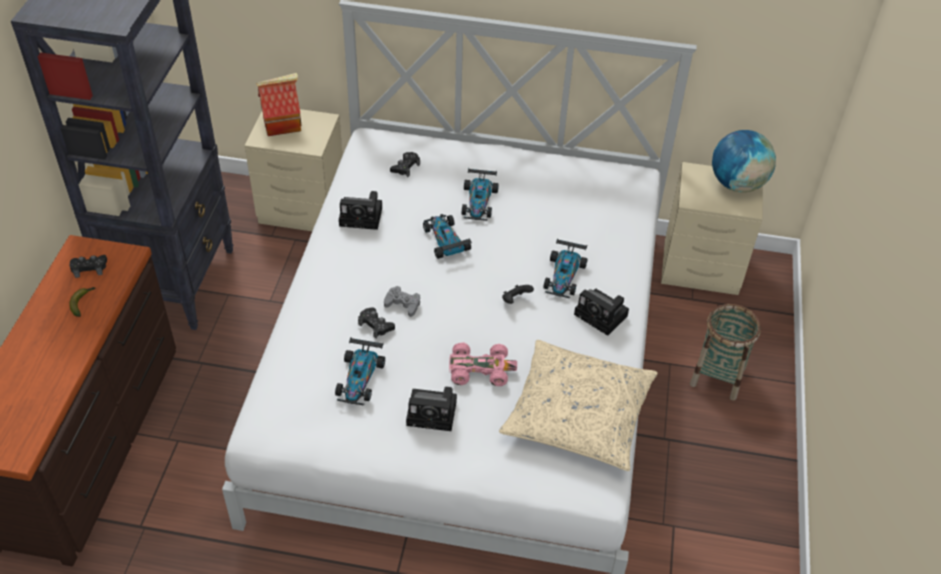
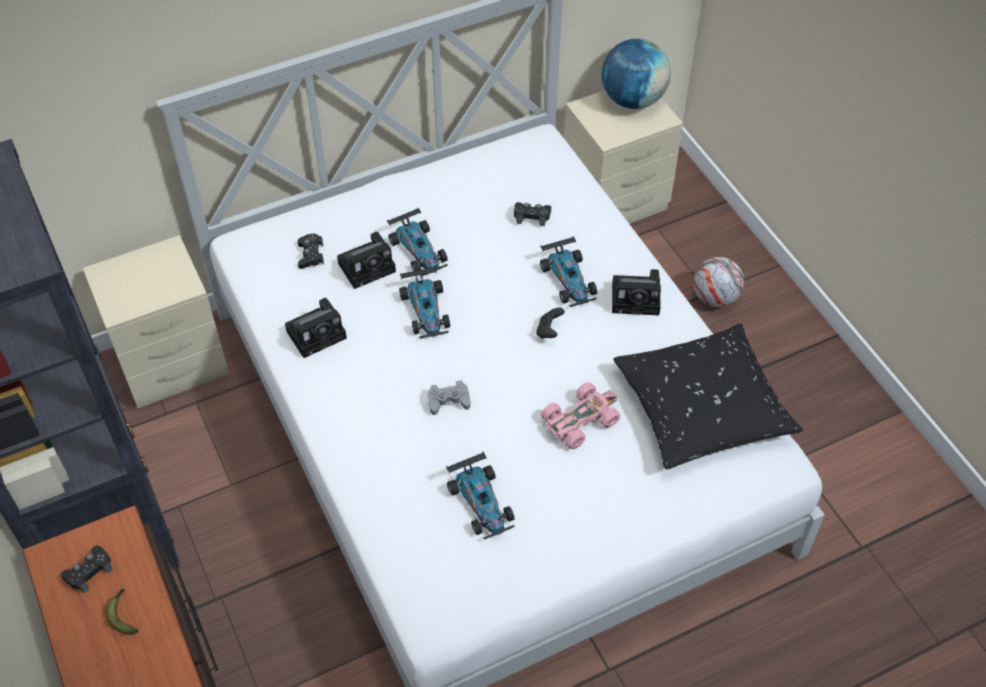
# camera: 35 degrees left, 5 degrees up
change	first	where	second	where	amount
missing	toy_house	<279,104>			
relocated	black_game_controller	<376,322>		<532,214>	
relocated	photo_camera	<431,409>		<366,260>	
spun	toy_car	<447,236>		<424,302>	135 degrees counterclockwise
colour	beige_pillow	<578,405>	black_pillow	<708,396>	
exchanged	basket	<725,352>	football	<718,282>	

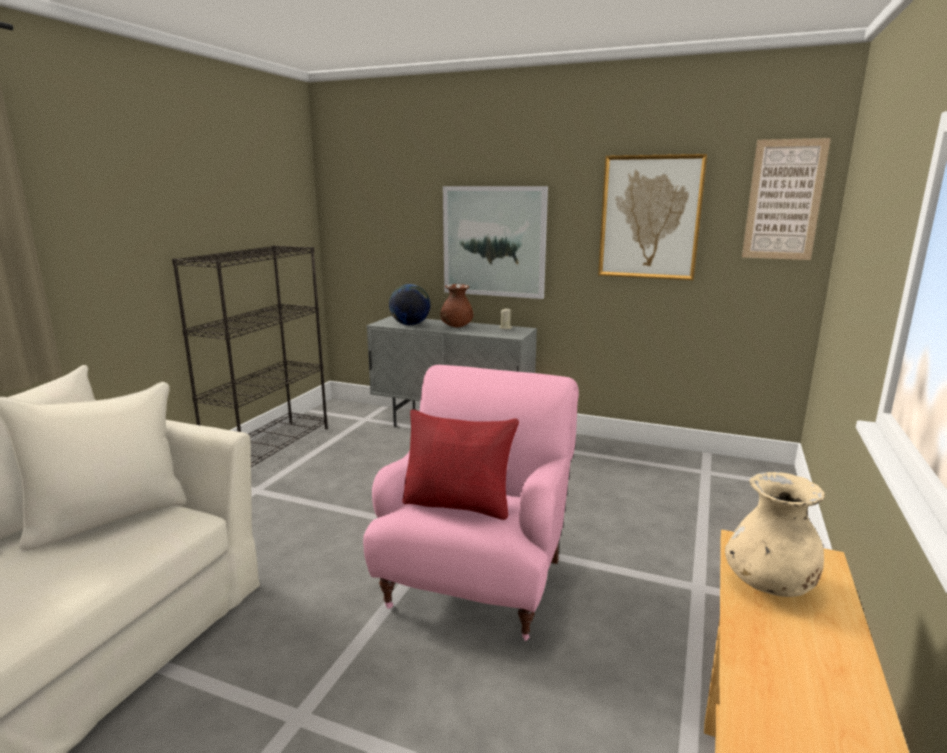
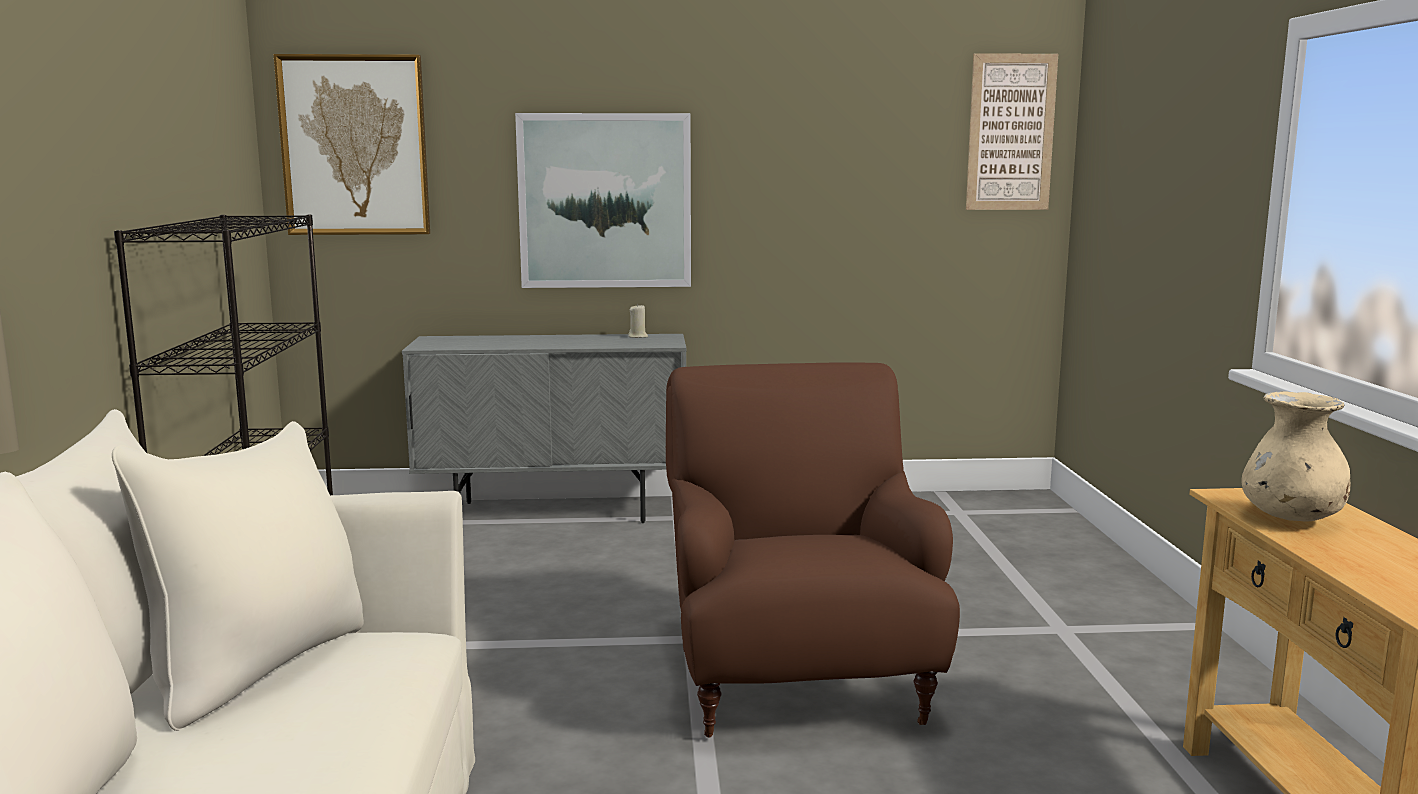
# camera: 25 degrees left, 5 degrees down
change	first	where	second	where	amount
colour	pink_armchair	<471,503>	brown_armchair	<813,550>	
missing	globe	<409,304>			
missing	red_pillow	<460,464>			
missing	brown_vase	<457,305>			
relocated	picture	<652,217>		<352,144>	

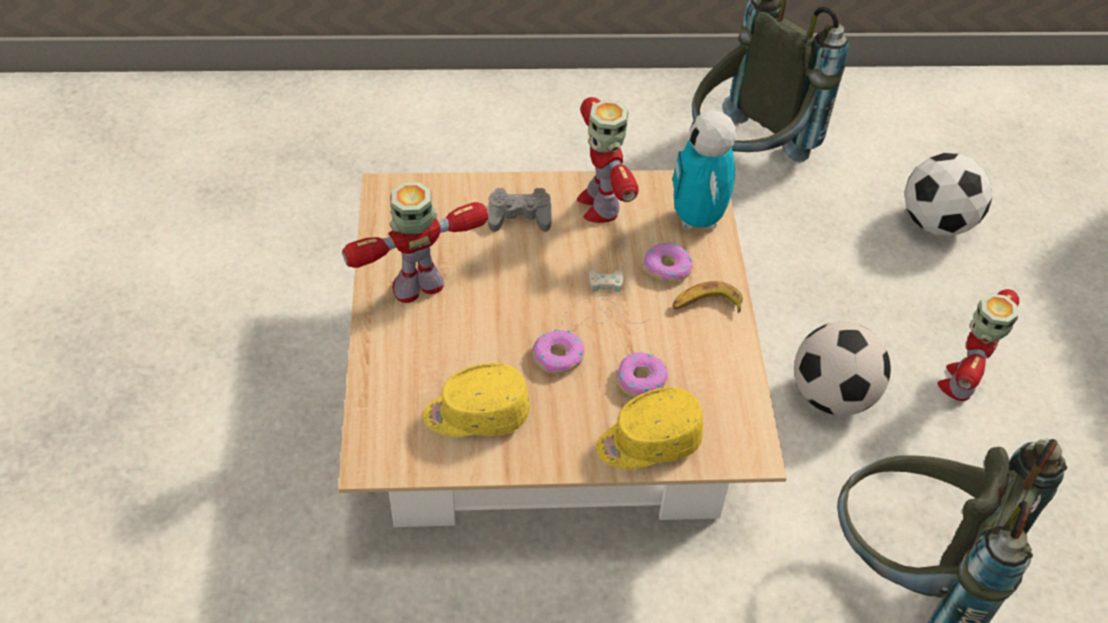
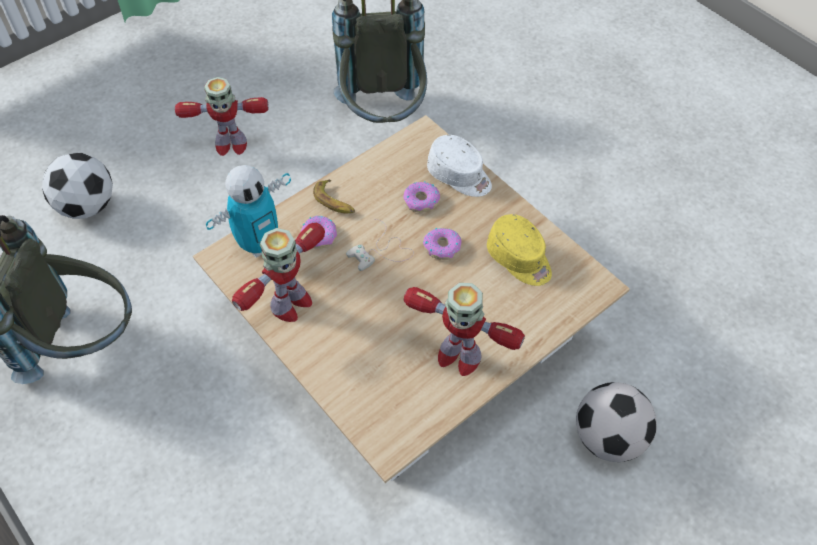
# camera: 125 degrees left, 5 degrees up
change	first	where	second	where	amount
missing	grey_game_controller	<520,210>			
colour	yellow_cap	<649,428>	white_cap	<459,166>	
relocated	football	<842,369>		<616,422>	

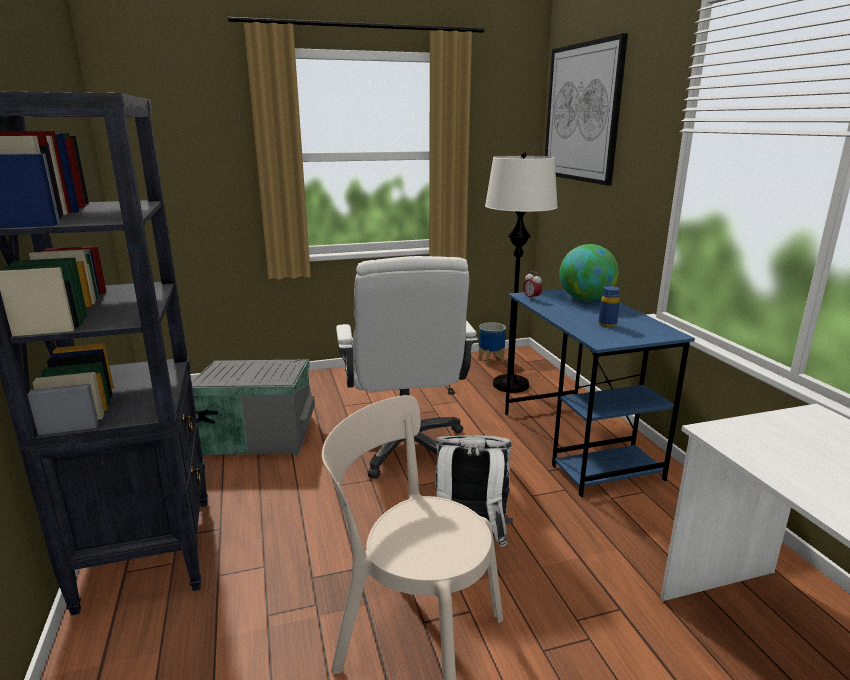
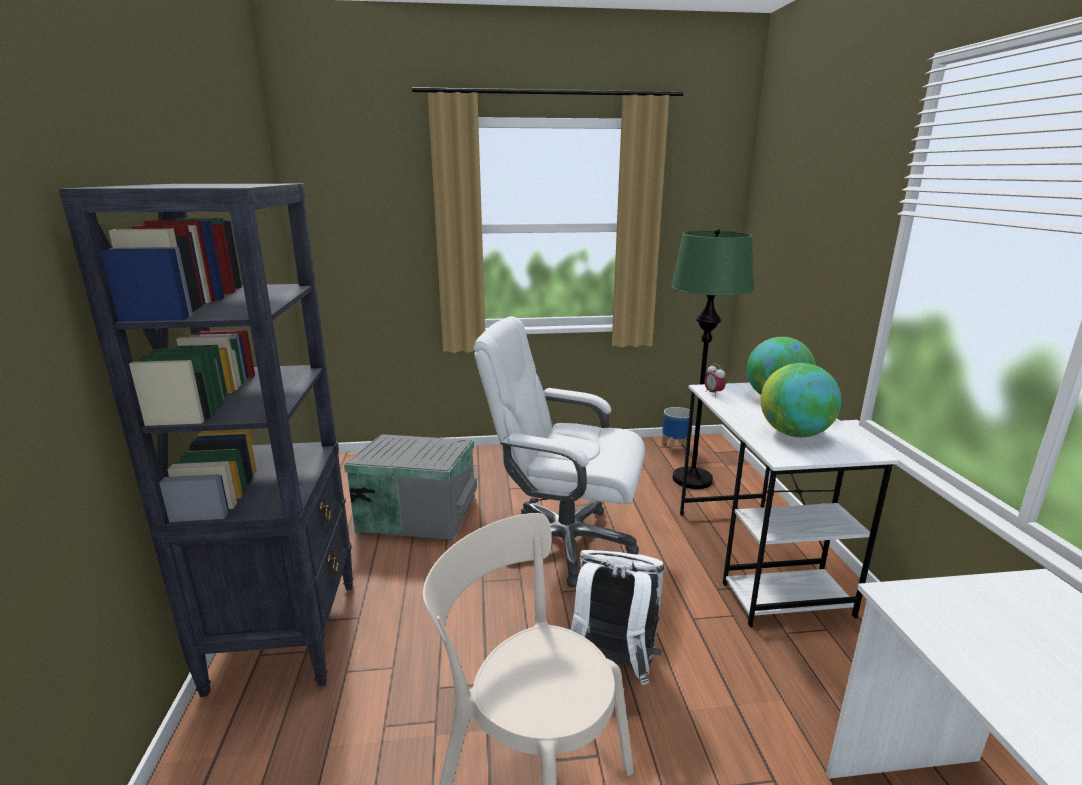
# camera: 10 degrees right, 0 degrees up
change	first	where	second	where	amount
spun	white_office_chair	<407,367>		<559,451>	105 degrees clockwise
colour	white_floor_lamp	<521,272>	green_floor_lamp	<712,359>	
colour	blue_desk	<600,393>	white_desk	<789,505>	
missing	picture	<586,109>			
exchanged	blue_bottle	<609,306>	globe	<801,400>	

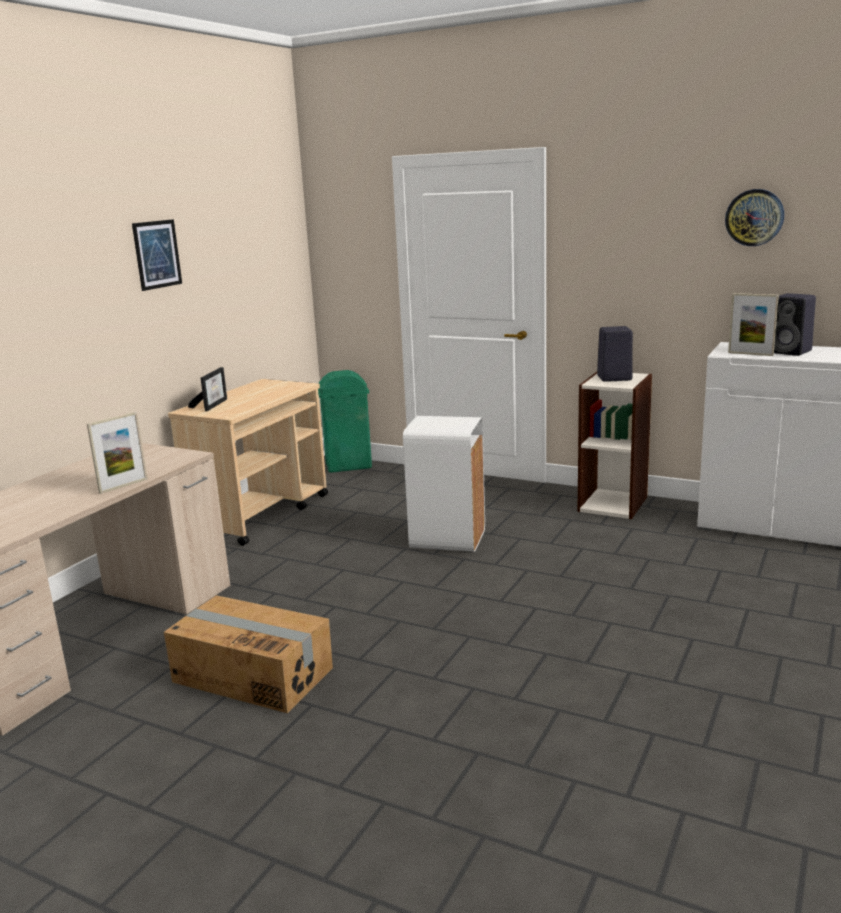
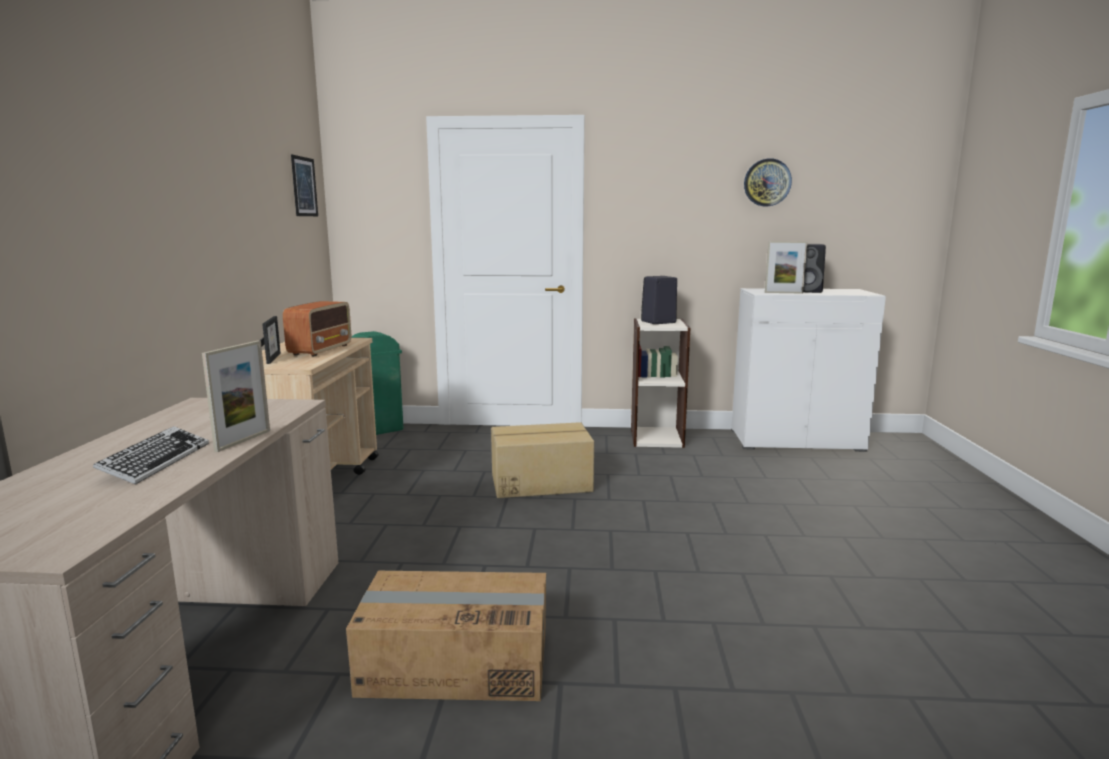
# camera: 25 degrees left, 5 degrees down
change	first	where	second	where	amount
relocated	picture	<157,255>		<304,185>	
exchanged	white_trash_can	<444,484>	cardboard_box	<542,460>	
appeared			keyboard	<151,455>	
appeared			radio	<317,329>	

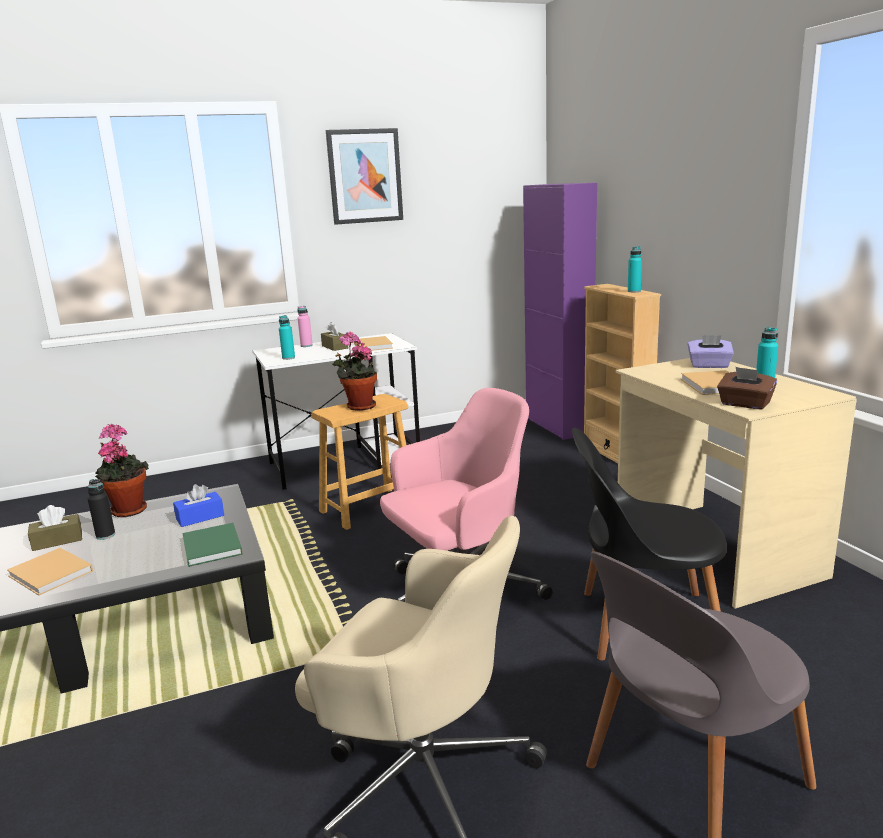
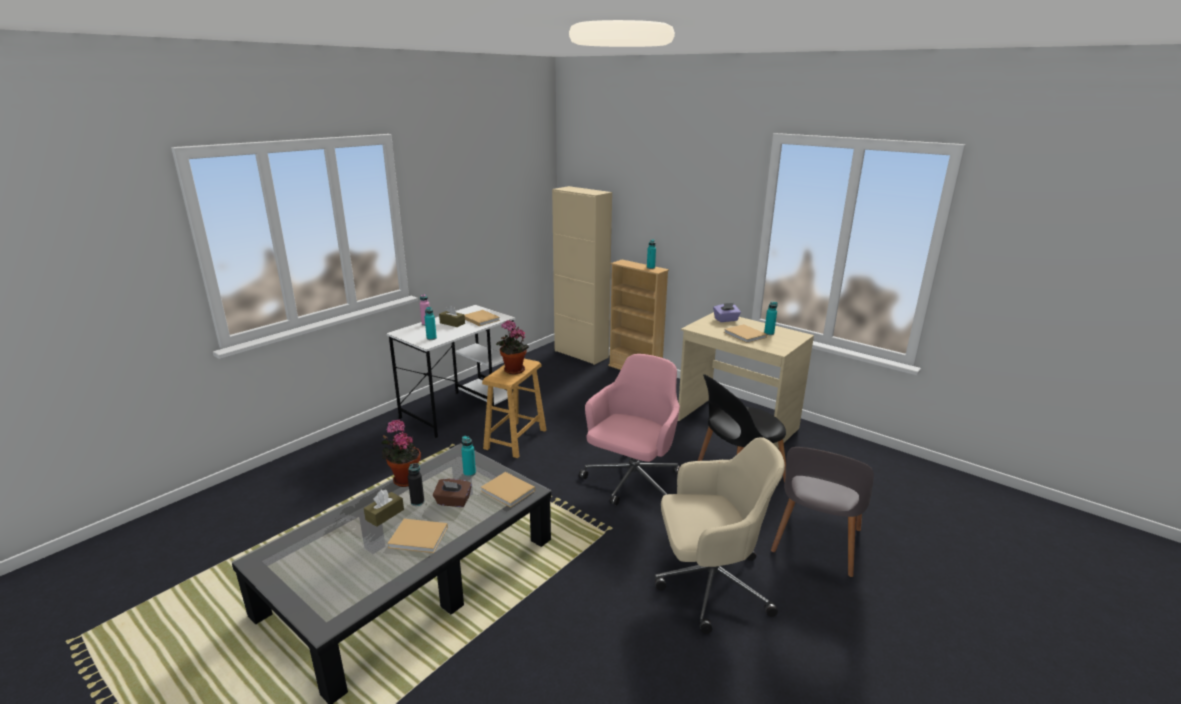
# camera: 30 degrees left, 5 degrees up
change	first	where	second	where	amount
exchanged	blue_tissue_box	<198,505>	turquoise_bottle	<468,456>	
colour	green_book	<212,545>	beige_book	<508,490>	
missing	picture	<364,176>			
colour	purple_cabinet	<560,311>	beige_cabinet	<582,275>	
relocated	brown_tissue_box	<747,388>		<452,493>	

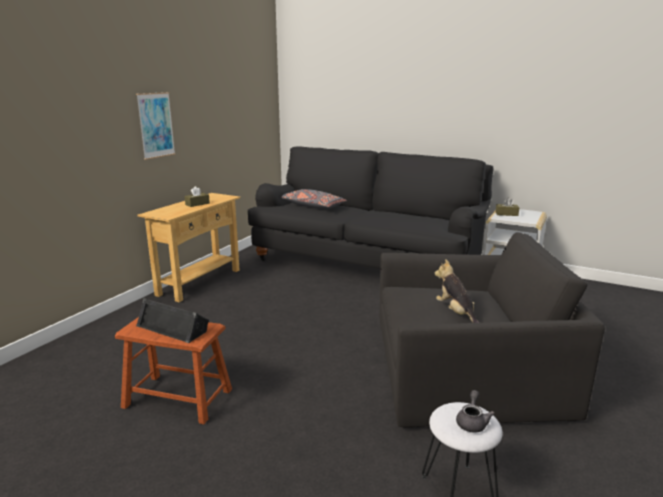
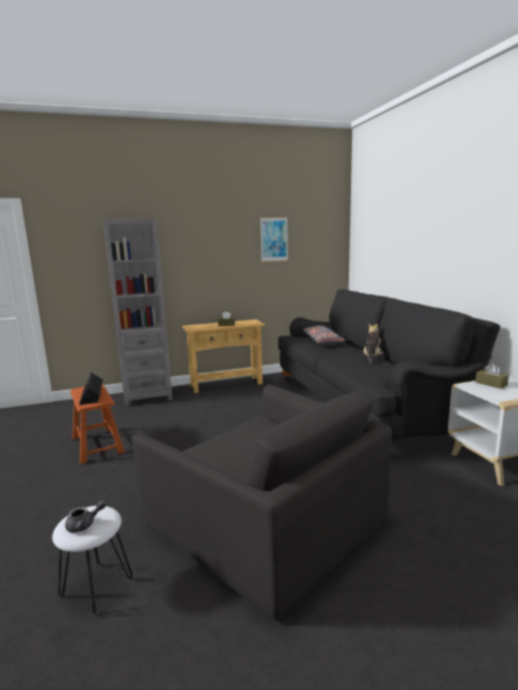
# camera: 45 degrees right, 5 degrees down
change	first	where	second	where	amount
relocated	picture	<155,126>		<274,239>	
relocated	plush_toy	<457,291>		<373,343>	
appeared			grey_bookcase	<138,312>	

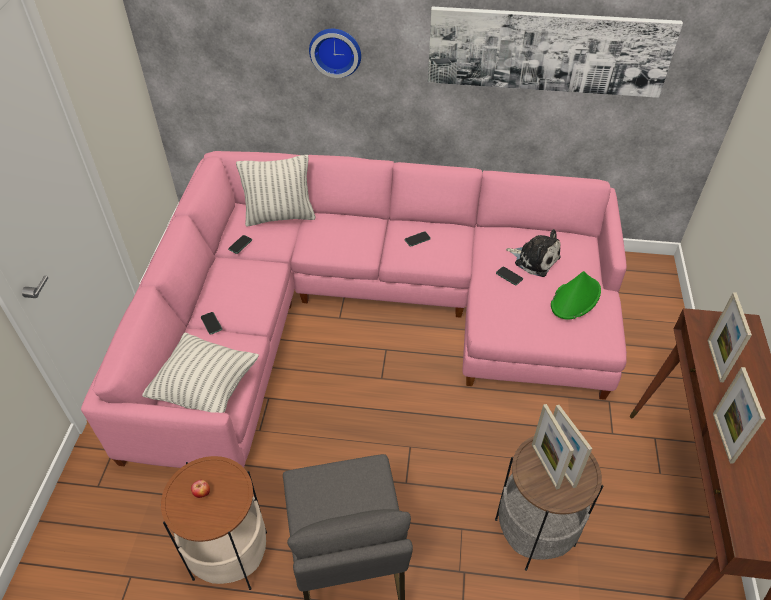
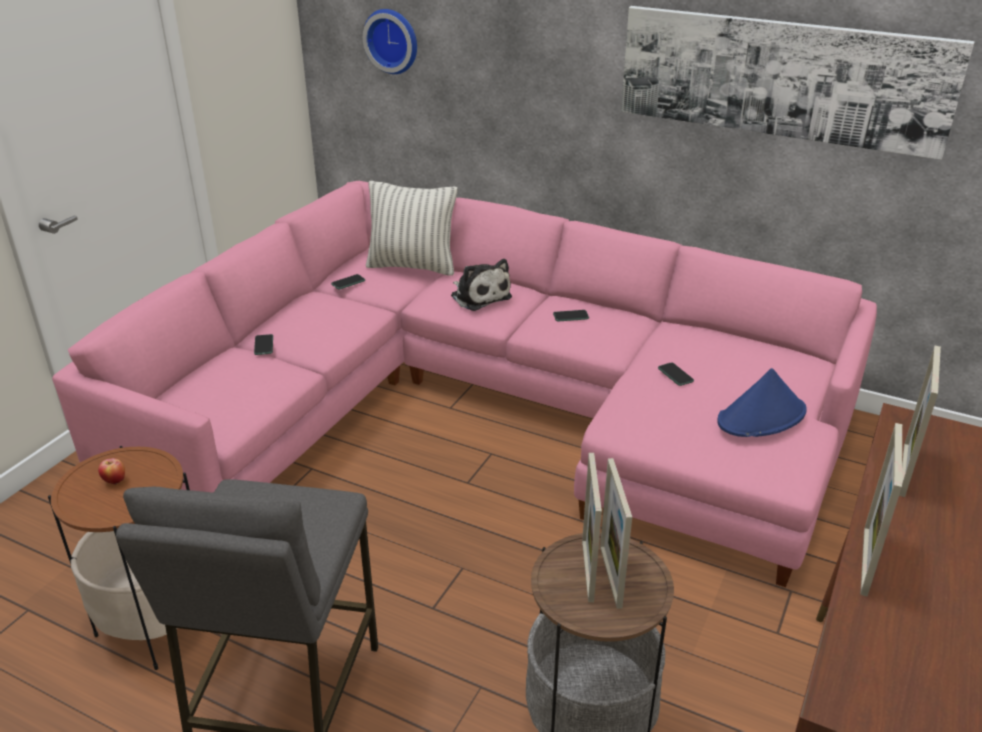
# camera: 20 degrees right, 15 degrees down
change	first	where	second	where	amount
missing	pillow	<200,372>			
relocated	wall_clock	<335,53>		<390,41>	
relocated	plush_toy	<533,253>		<481,285>	
colour	green_hat	<576,295>	blue_hat	<761,402>	

